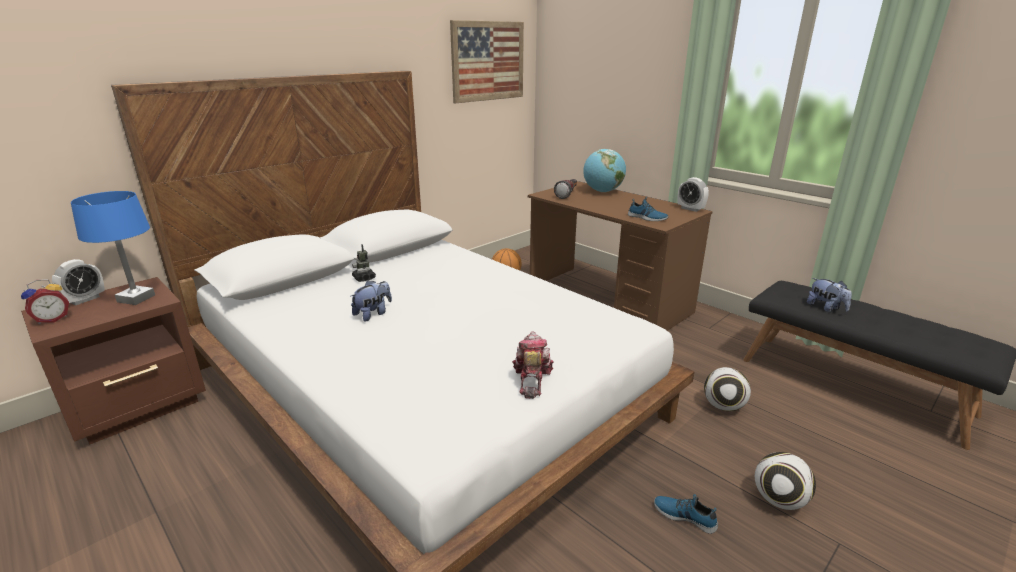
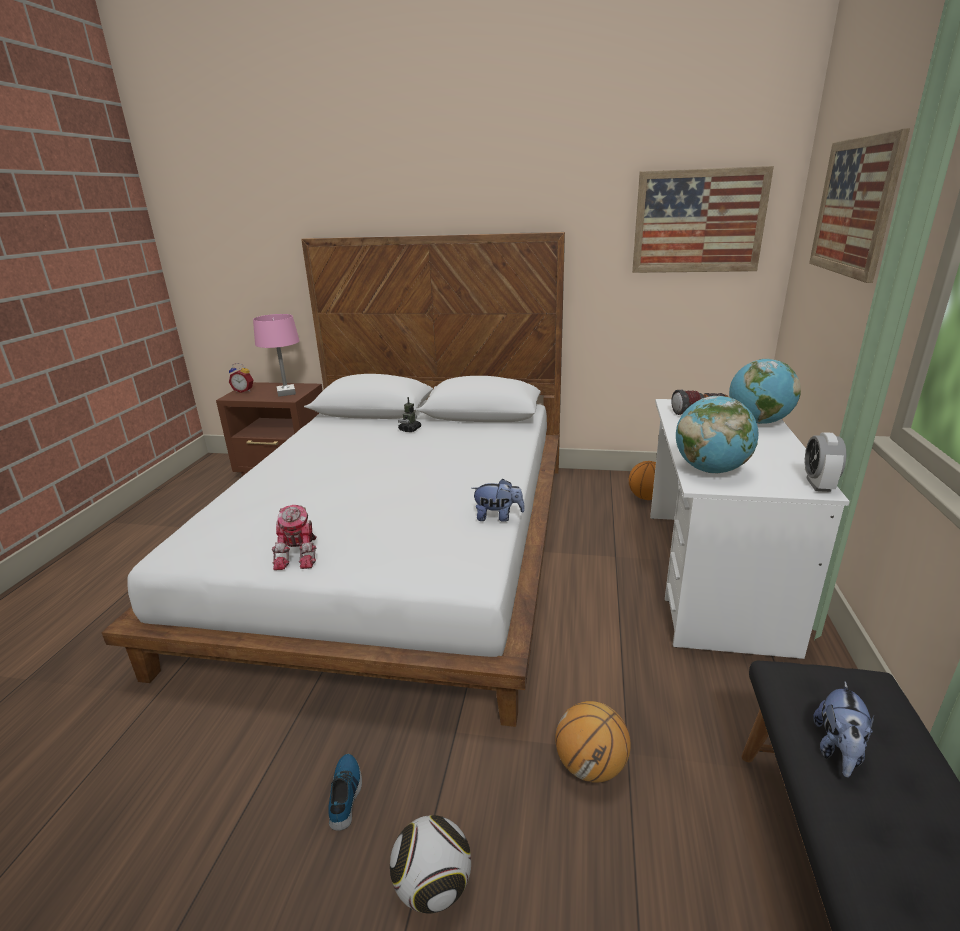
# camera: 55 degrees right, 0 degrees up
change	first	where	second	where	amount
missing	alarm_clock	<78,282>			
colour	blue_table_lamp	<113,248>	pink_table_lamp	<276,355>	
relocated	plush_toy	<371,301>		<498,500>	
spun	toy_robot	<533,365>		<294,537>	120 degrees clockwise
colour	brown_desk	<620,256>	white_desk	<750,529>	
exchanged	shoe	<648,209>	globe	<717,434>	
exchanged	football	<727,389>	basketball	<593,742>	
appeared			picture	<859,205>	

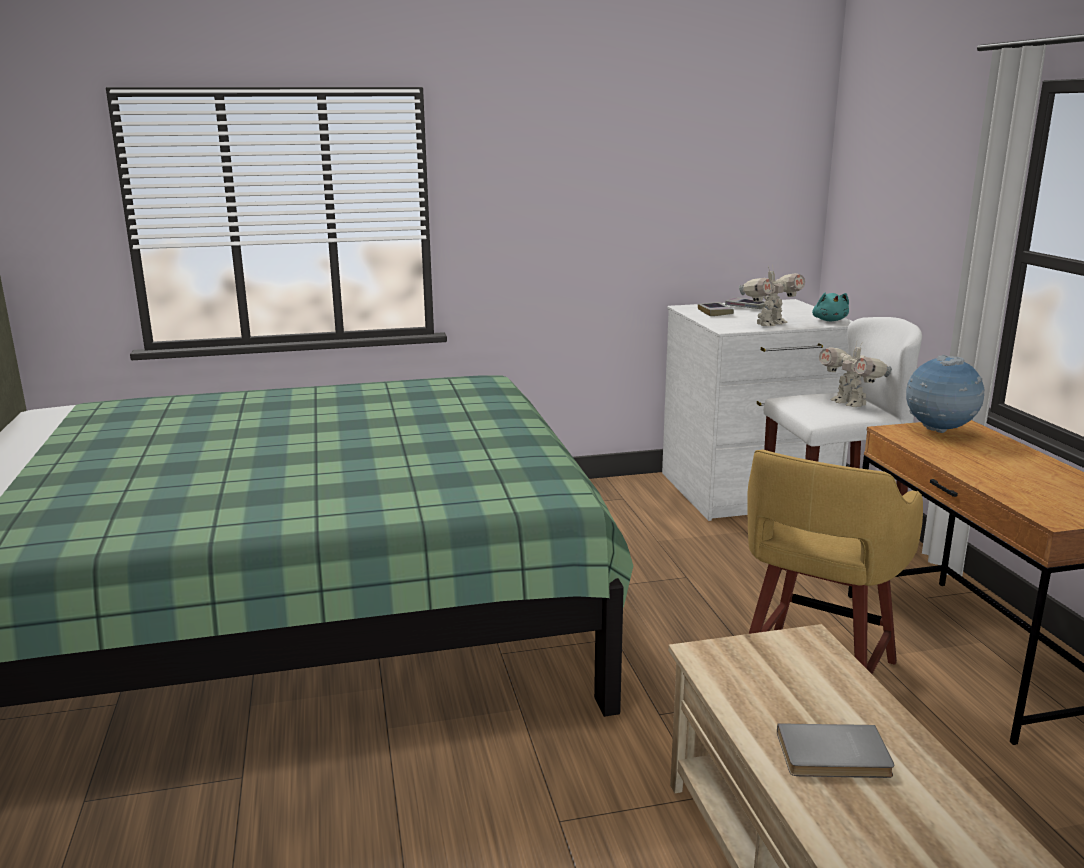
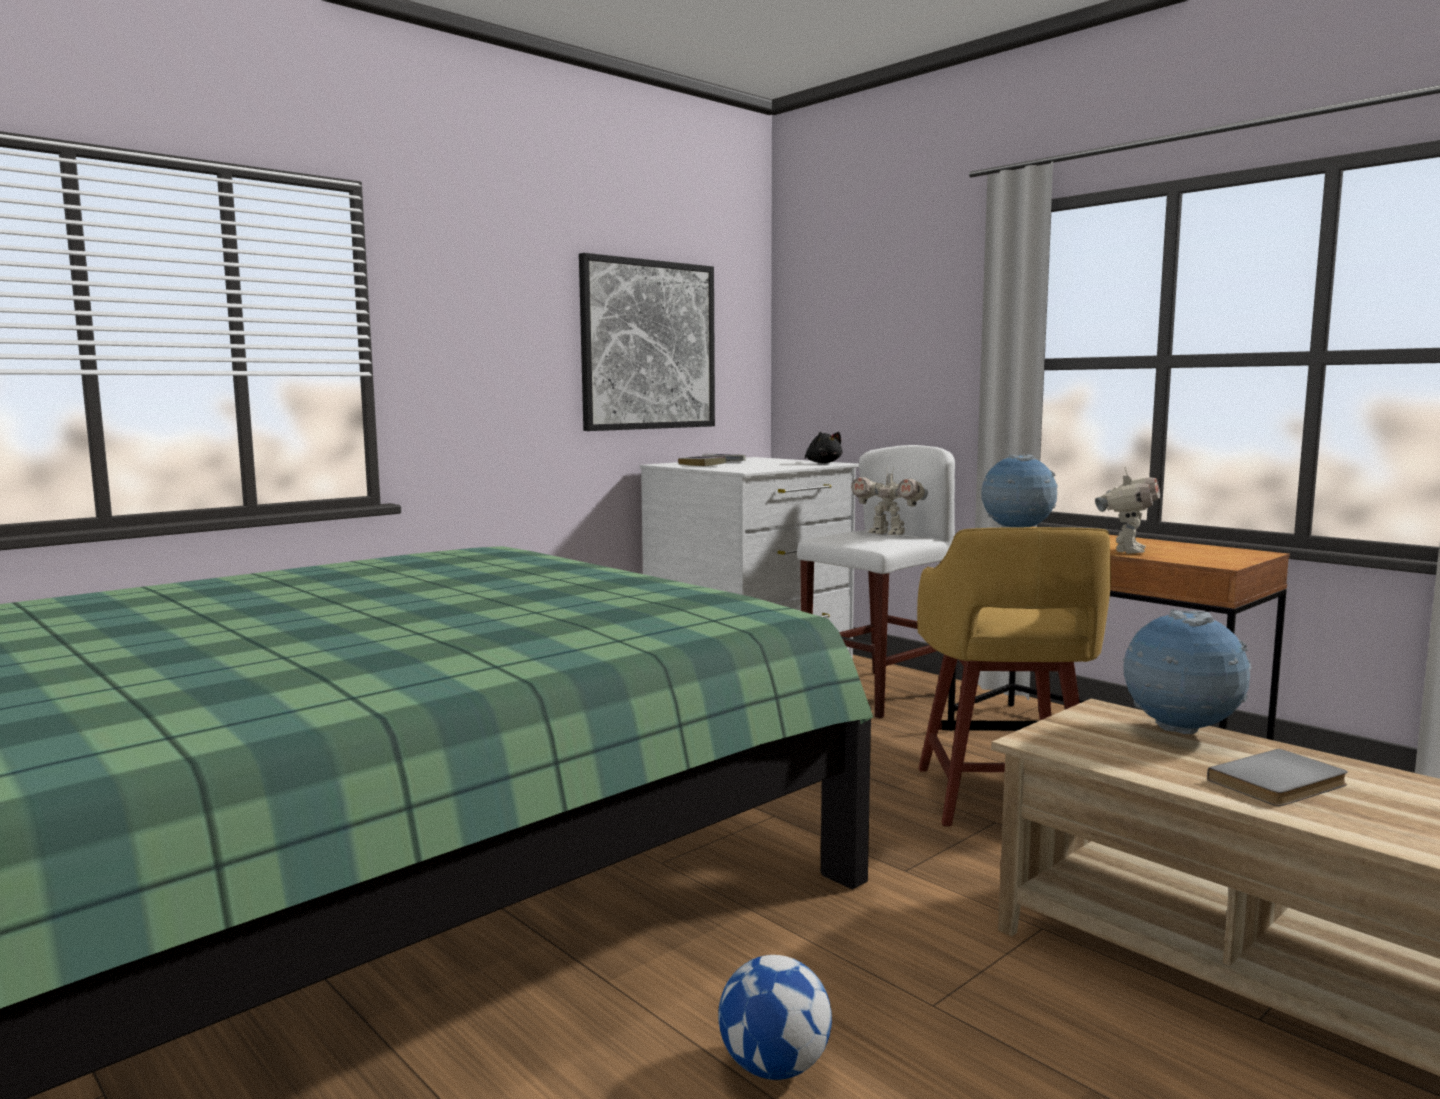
# camera: 30 degrees left, 10 degrees down
change	first	where	second	where	amount
relocated	toy_robot	<772,295>		<1127,510>	
colour	turquoise_plush_toy	<830,307>	black_plush_toy	<824,447>	
appeared			picture	<647,342>	
appeared			football	<775,1017>	
appeared			globe	<1186,671>	

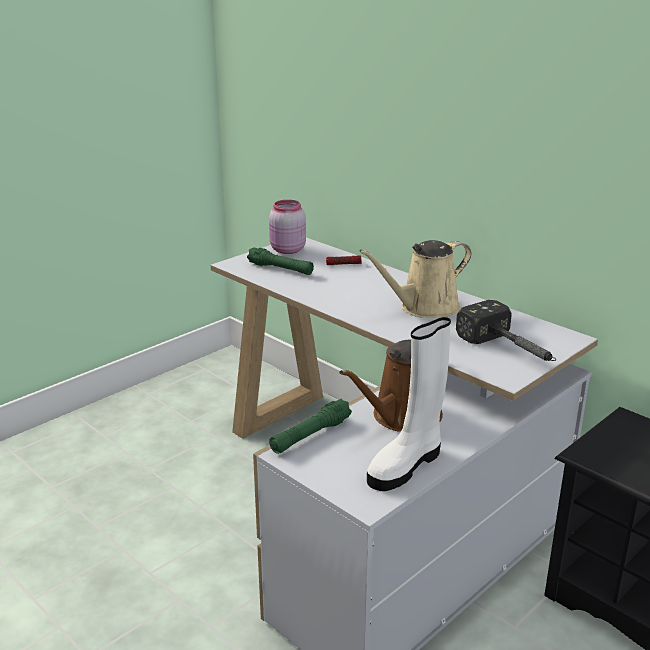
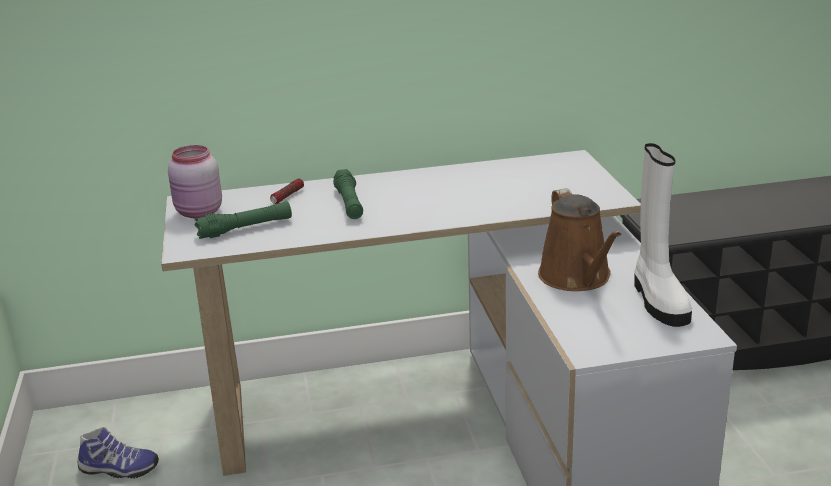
# camera: 55 degrees left, 0 degrees up
change	first	where	second	where	amount
relocated	green_flashlight	<310,426>		<348,194>	
missing	beige_watering_can	<415,278>			
missing	hammer	<506,330>			
appeared			shoe	<118,452>	

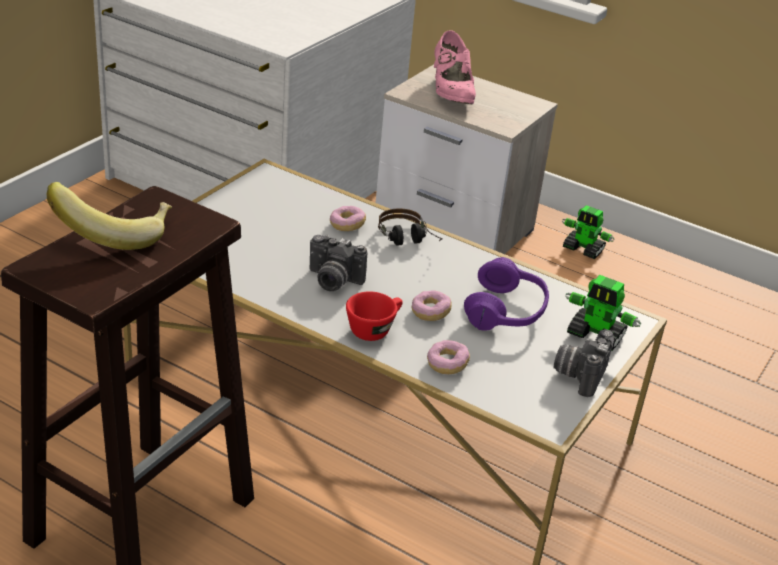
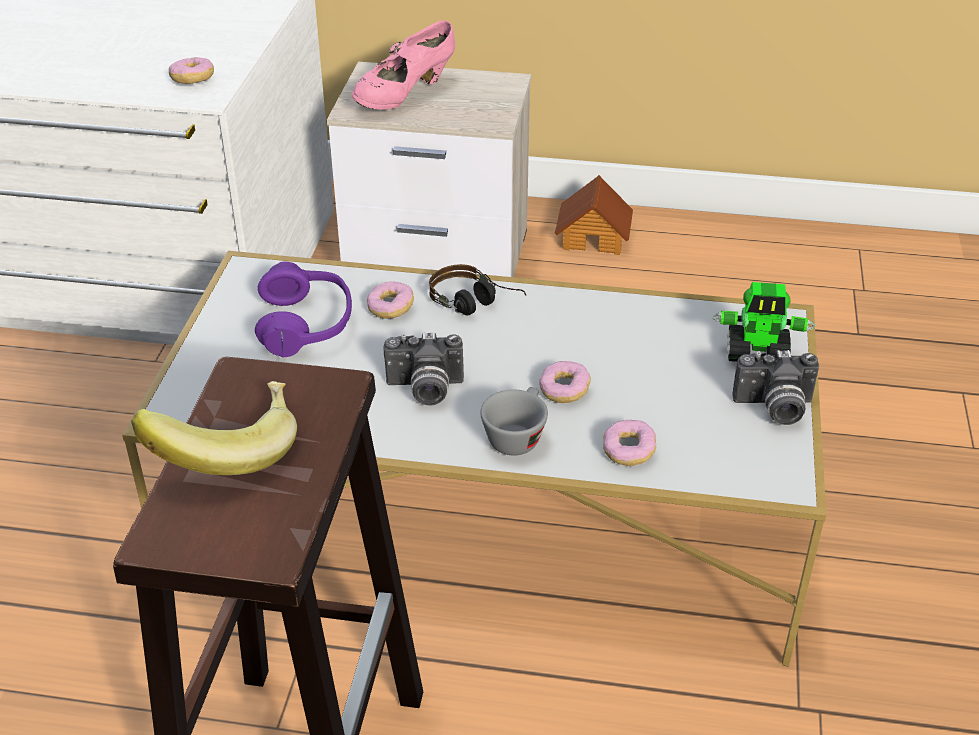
# camera: 20 degrees left, 5 degrees up
change	first	where	second	where	amount
colour	red_cup	<374,316>	grey_cup	<514,421>	
spun	pink_shoe	<455,67>		<403,64>	75 degrees clockwise
relocated	purple_headphones	<506,294>		<303,309>	
spun	photo_camera	<584,363>		<775,387>	90 degrees counterclockwise
exchanged	toy_robot	<588,232>	toy_house	<594,215>	
appeared			donut	<191,70>	

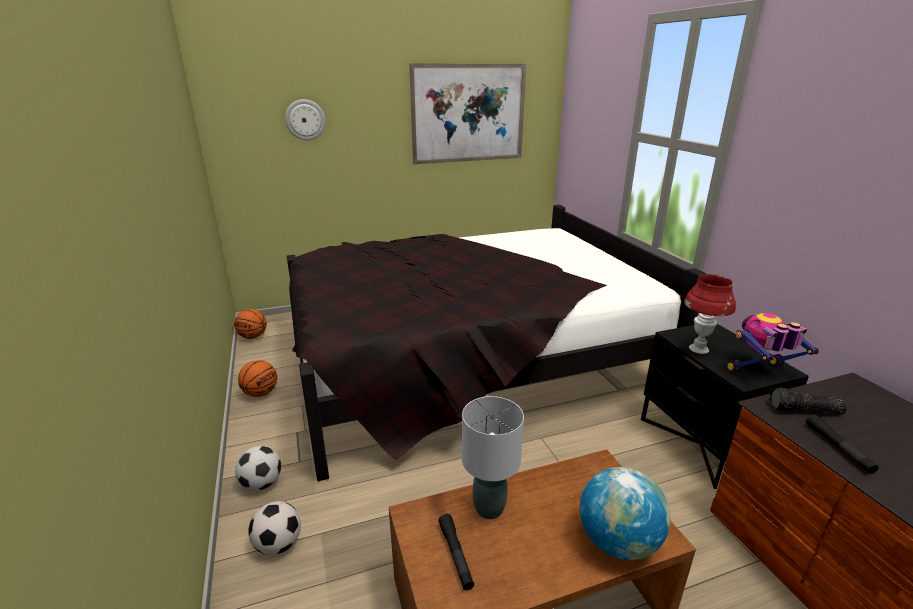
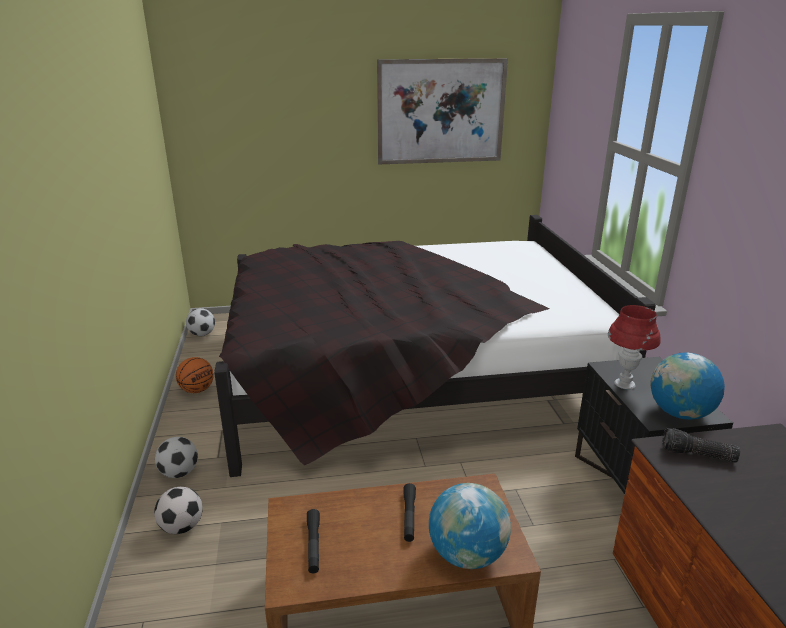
# camera: 10 degrees right, 0 degrees up
change	first	where	second	where	amount
exchanged	basketball	<250,324>	football	<200,322>	
missing	wall_clock	<305,119>			
missing	grey_table_lamp	<493,457>			
exchanged	toy_robot	<773,342>	globe	<687,386>	
relocated	black_flashlight	<842,444>		<410,512>	

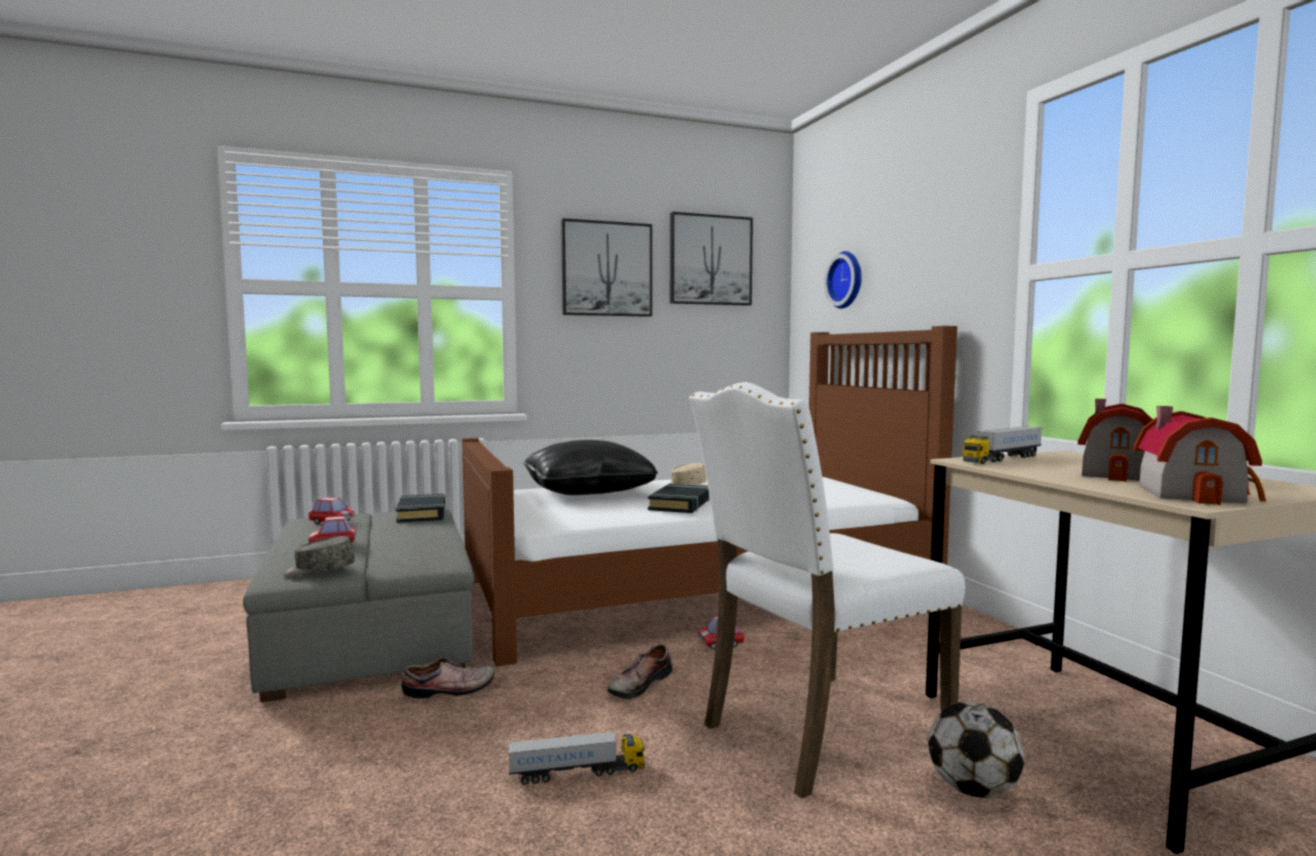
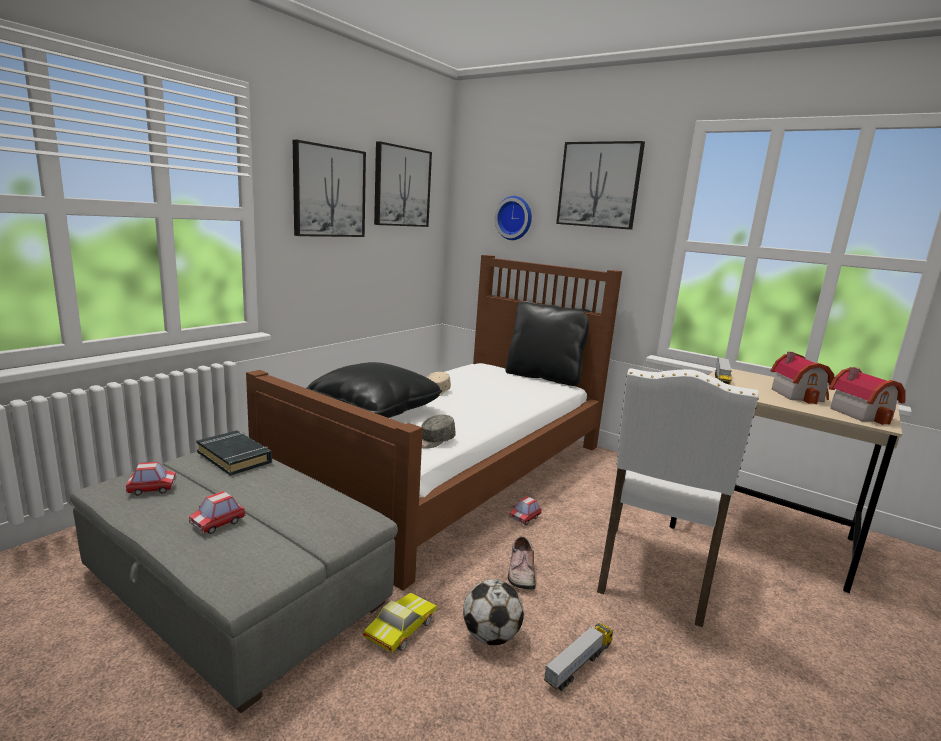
# camera: 35 degrees left, 10 degrees up
change	first	where	second	where	amount
relocated	grey_cap	<318,556>		<438,432>	
exchanged	shoe	<448,678>	toy_car	<400,623>	
missing	black_book	<679,498>			
relocated	football	<976,750>		<493,612>	
appeared			black_pillow	<548,343>	
appeared			picture	<600,185>	

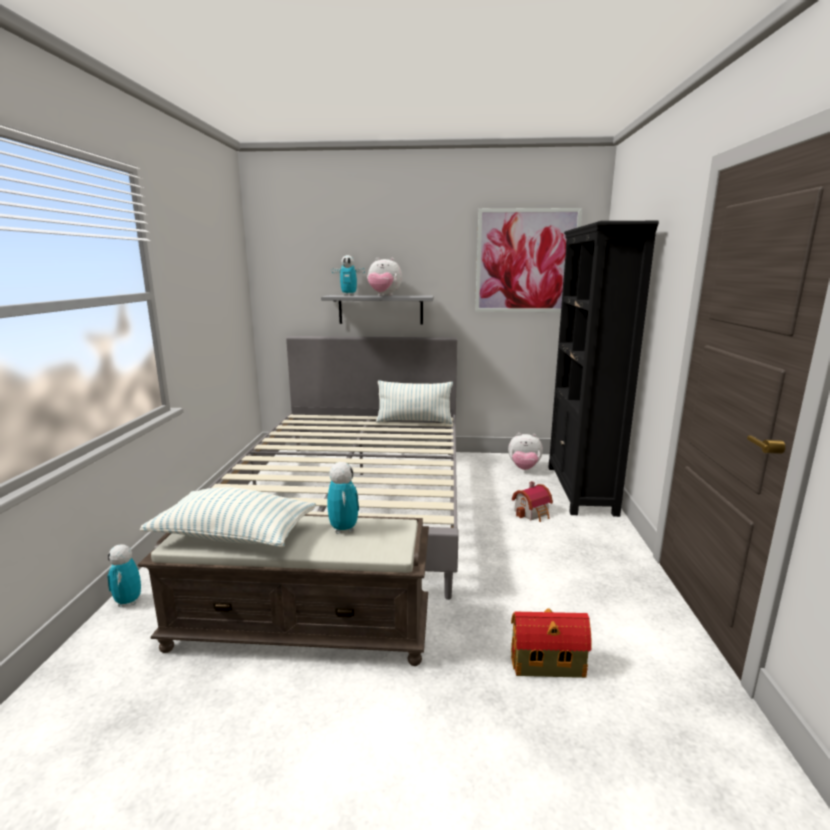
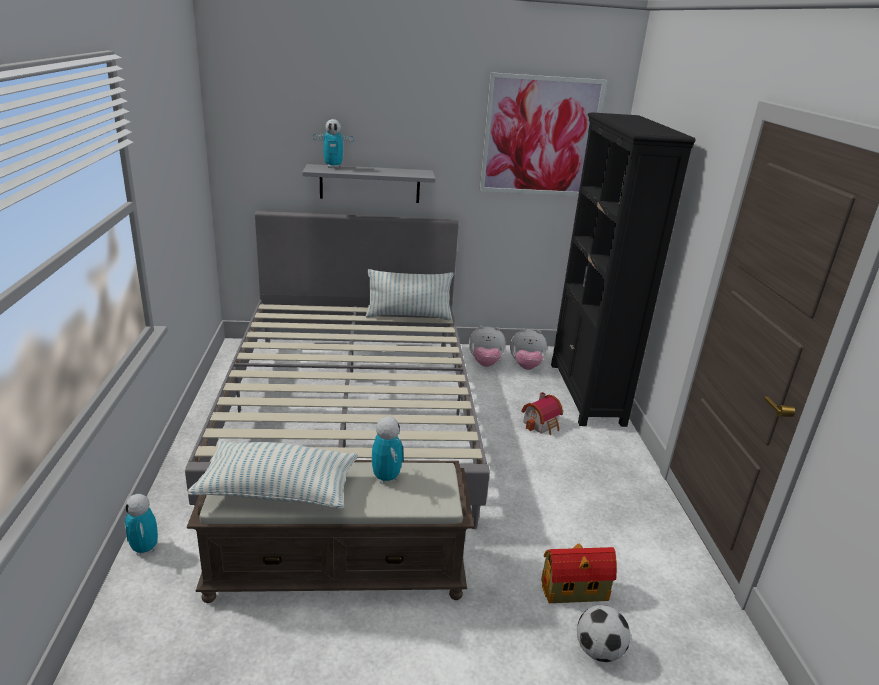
# camera: 10 degrees left, 10 degrees up
change	first	where	second	where	amount
relocated	plush_toy	<384,277>		<487,346>	
appeared			football	<604,633>	

